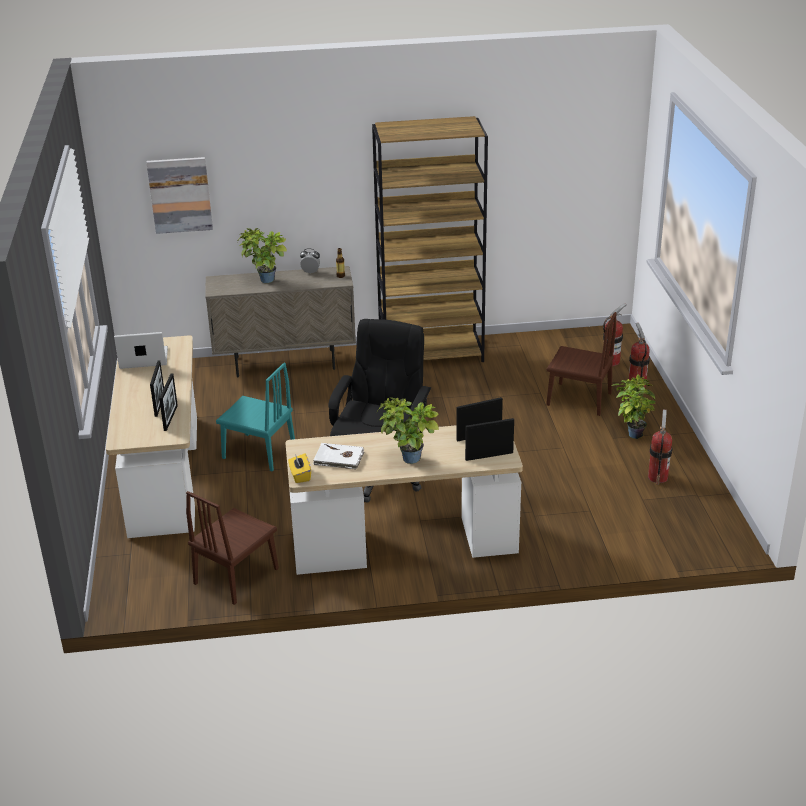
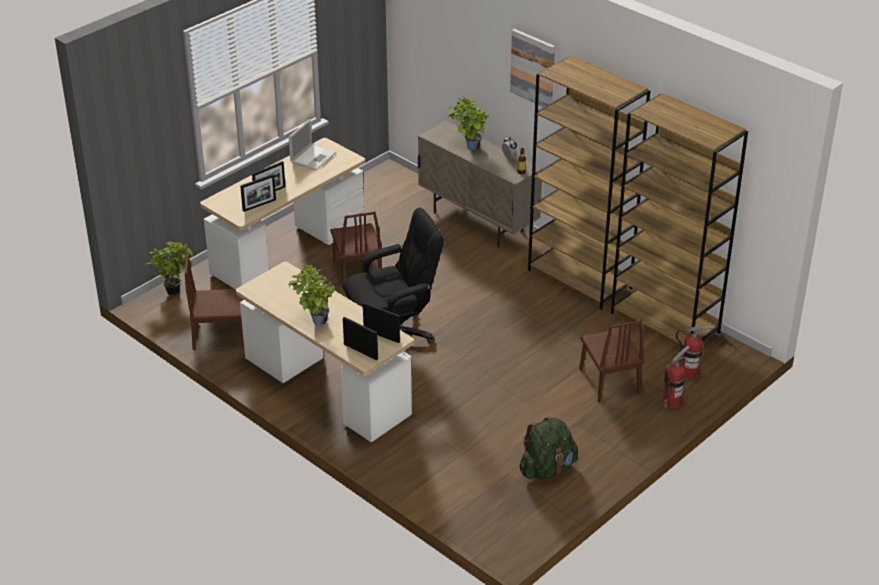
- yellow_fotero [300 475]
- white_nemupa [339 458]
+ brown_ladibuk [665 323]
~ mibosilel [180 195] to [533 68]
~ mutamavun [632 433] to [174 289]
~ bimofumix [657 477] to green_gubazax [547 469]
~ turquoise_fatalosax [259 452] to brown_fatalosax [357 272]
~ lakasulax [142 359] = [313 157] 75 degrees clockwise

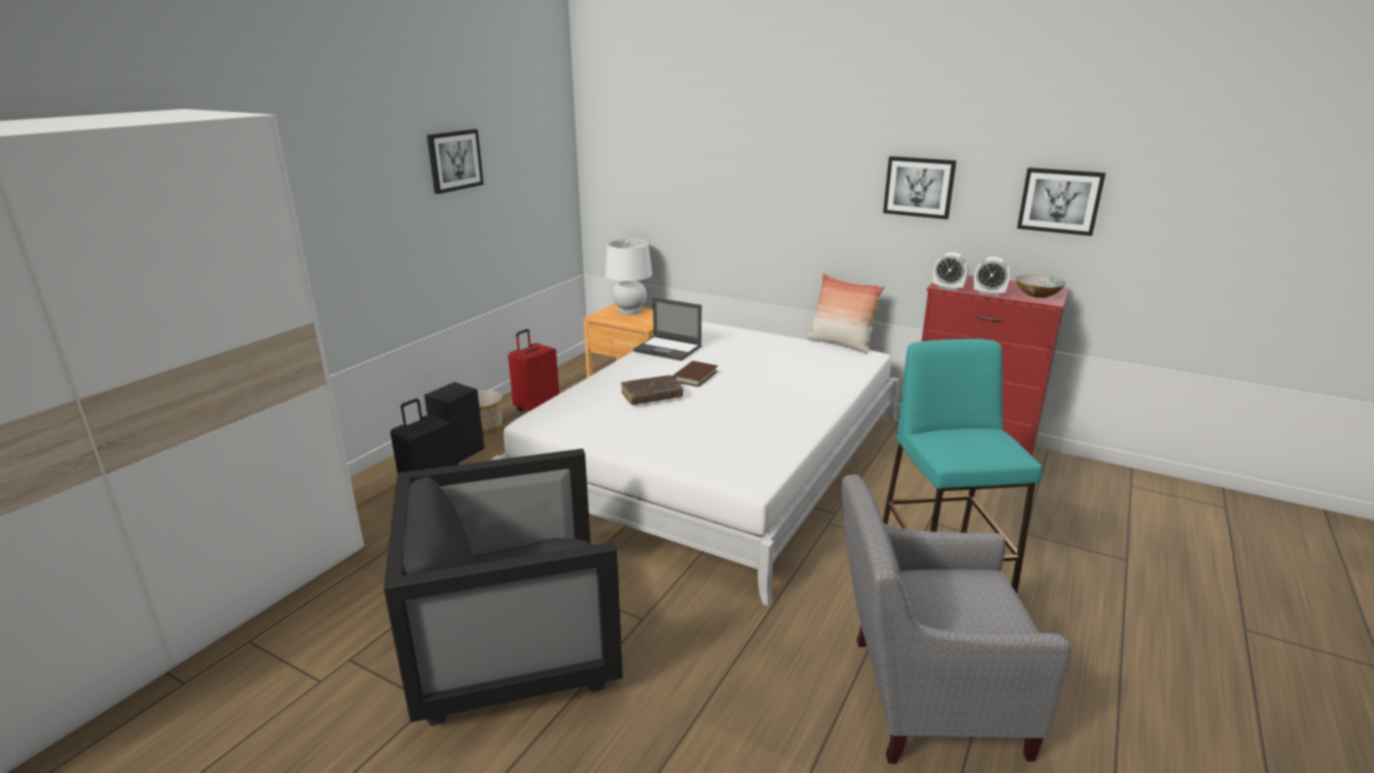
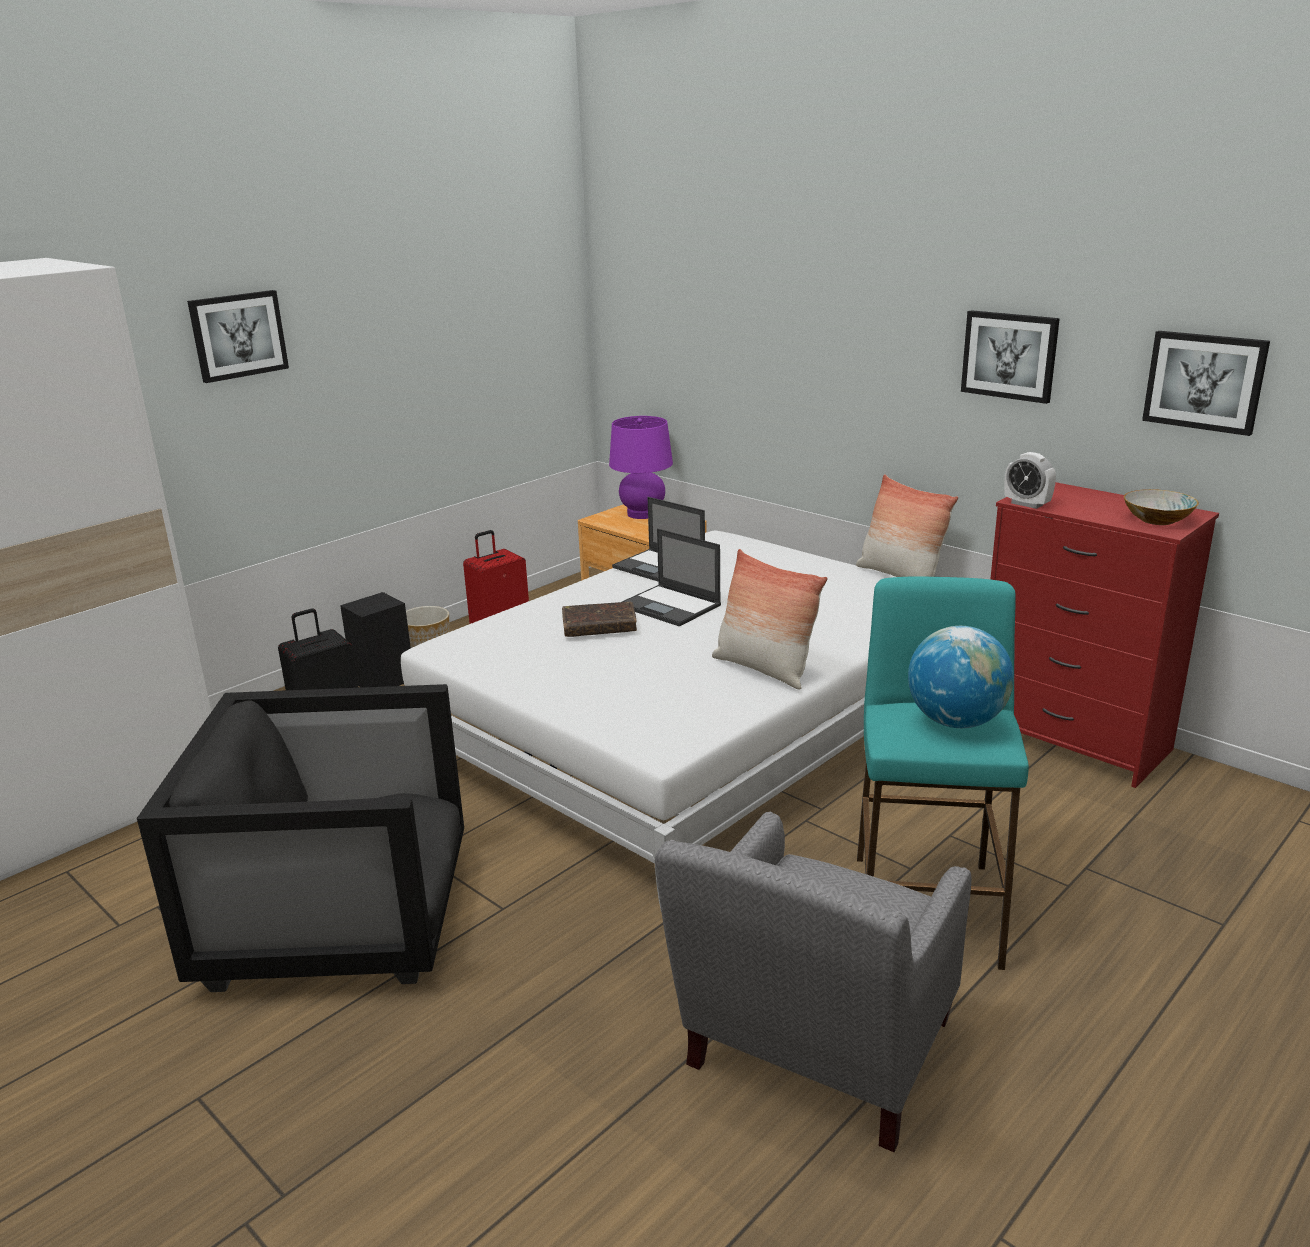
- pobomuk [988 293]
+ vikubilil [764 669]
+ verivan [955 722]
~ mibosilel [454 160] to [238 335]
~ brown_nemupa [695 376] to lakasulax [671 606]
~ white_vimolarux [629 311] to purple_vimolarux [642 514]
~ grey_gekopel [922 695] = [811 1055] 75 degrees counterclockwise

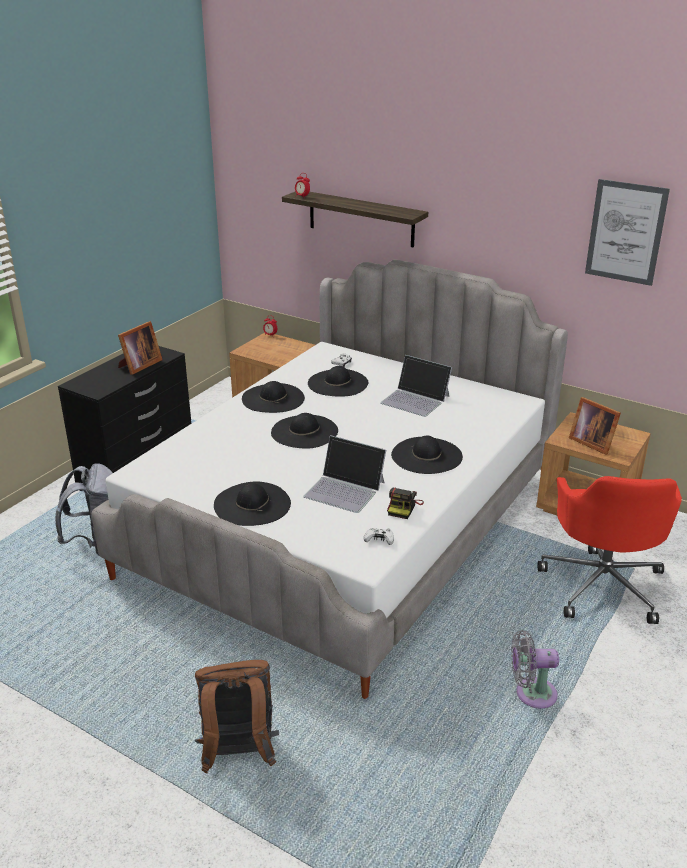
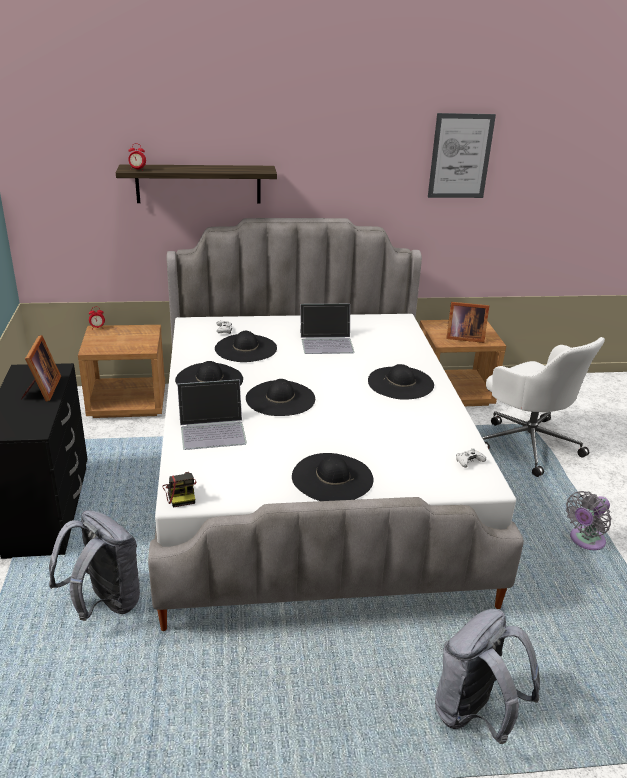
~ lakasulax [345 489] to [213 429]
~ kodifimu [404 507] to [181 493]
~ brown_gubazax [238 755] to grey_gubazax [475 715]
~ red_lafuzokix [603 584] to white_lafuzokix [527 443]

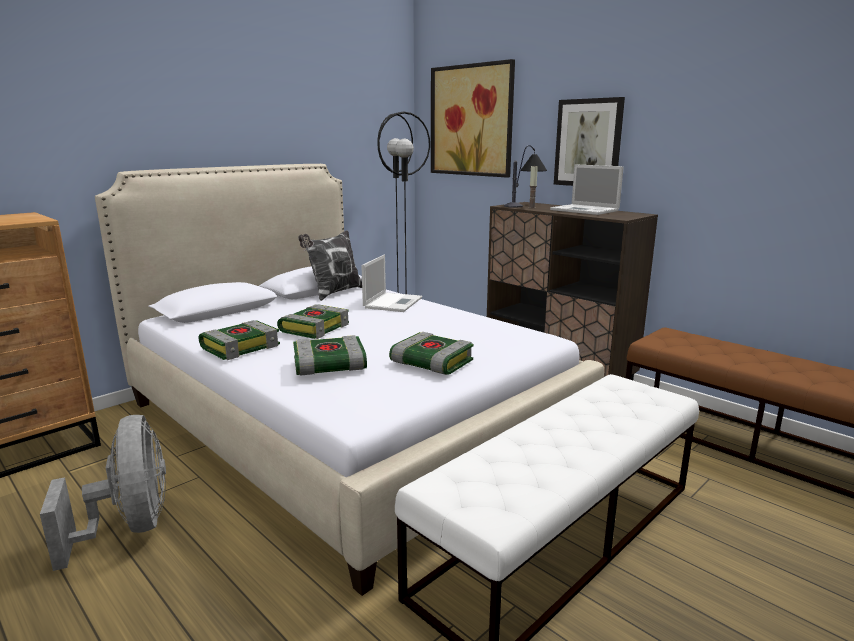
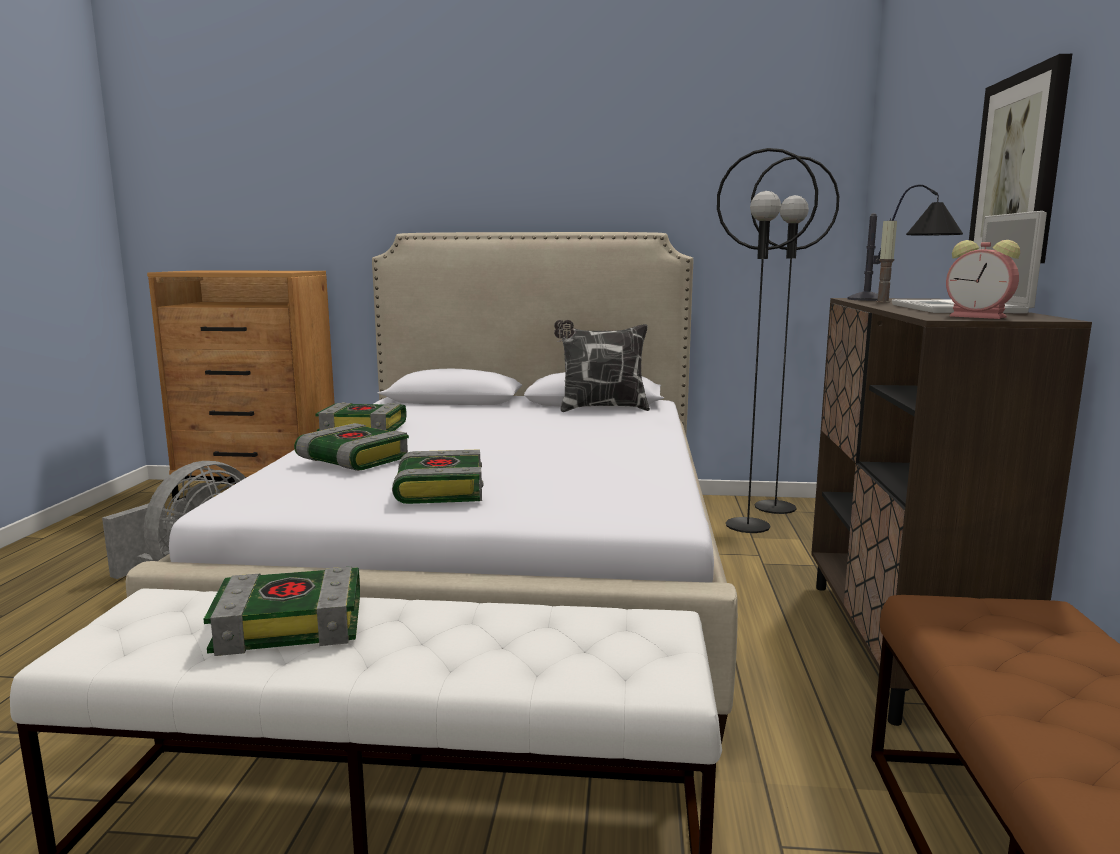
- lakasulax [393 302]
- mibosilel [471 121]
+ pobomuk [980 317]
~ nemupa [314 328] to [292 623]

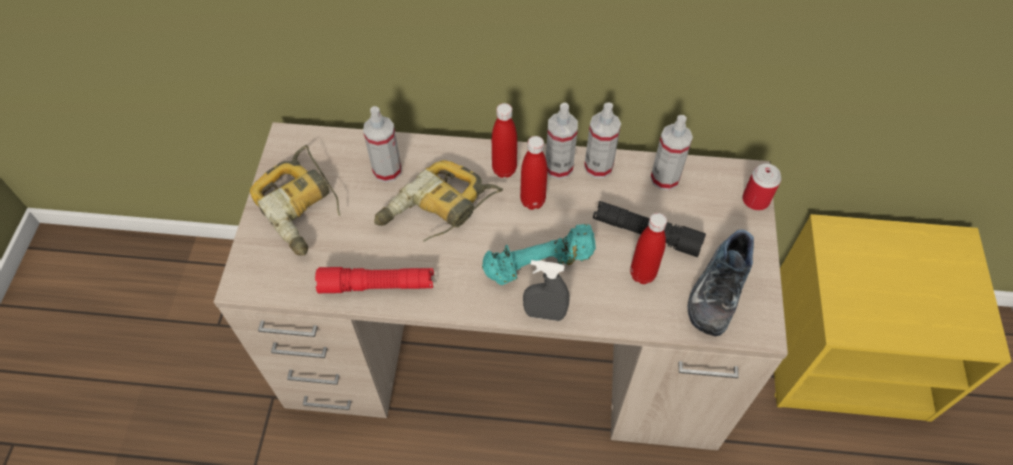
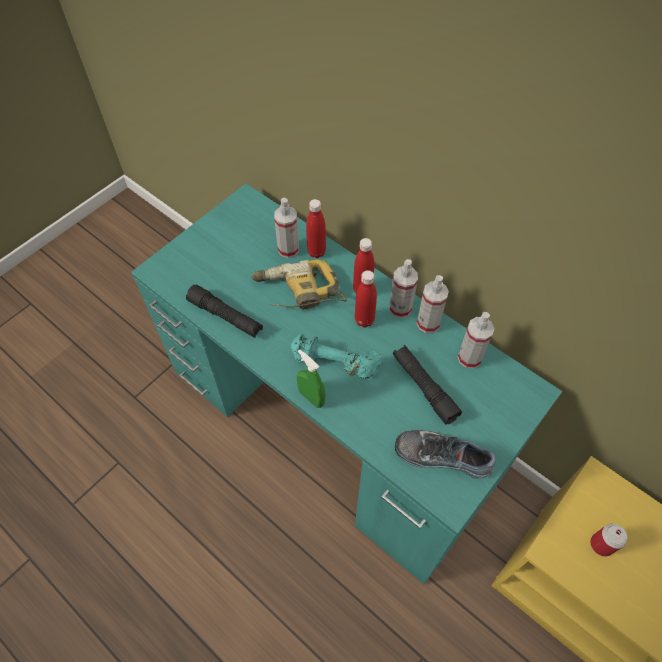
- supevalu [303 208]
~ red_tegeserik [642 274] to [316 252]
~ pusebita [755 200] to [601 544]
~ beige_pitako [508 348] to turquoise_pitako [333 422]
~ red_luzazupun [377 285] to black_luzazupun [225 316]
~ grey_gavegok [544 314] to green_gavegok [311 397]
~ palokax [716 288] = [443 455] 45 degrees clockwise

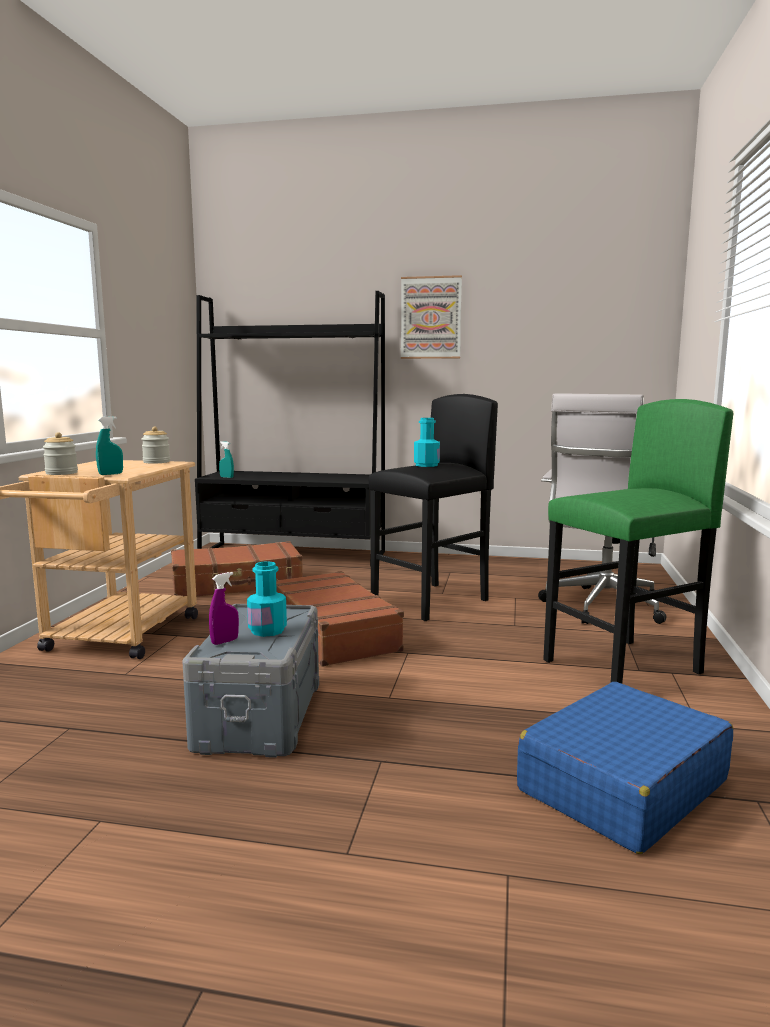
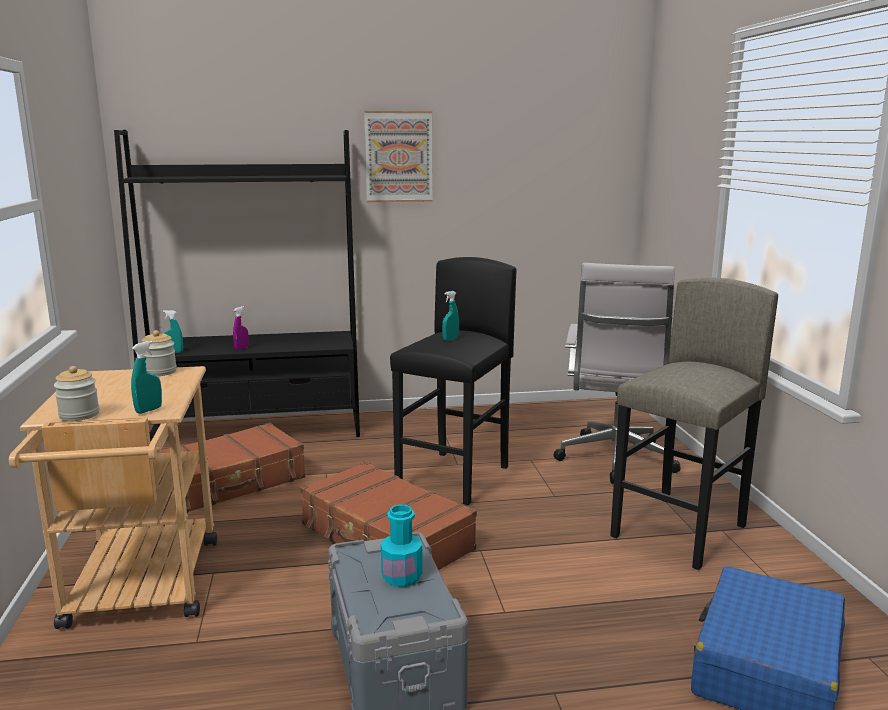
~ purple_gavegok [225 641] to [241 348]
~ turquoise_tegeserik [426 465] to turquoise_gavegok [450 339]
~ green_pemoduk [623 667] to grey_pemoduk [680 531]

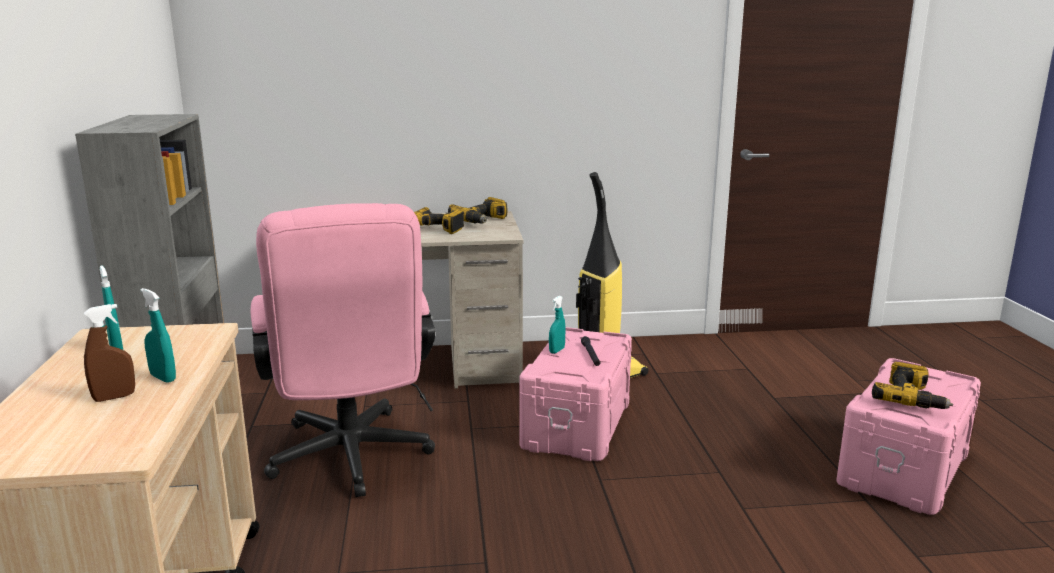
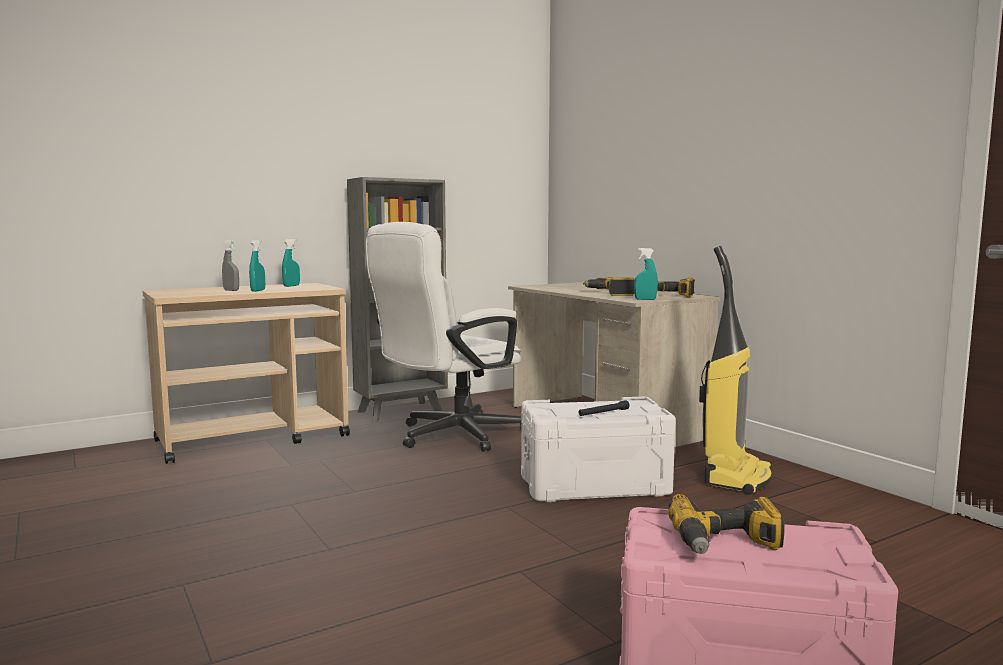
~ turquoise_gavegok [557 350] to [645 299]
~ brown_gavegok [114 397] to grey_gavegok [231 290]
~ pink_lafuzokix [351 461] to white_lafuzokix [449 436]
~ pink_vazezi [578 425] to white_vazezi [594 485]

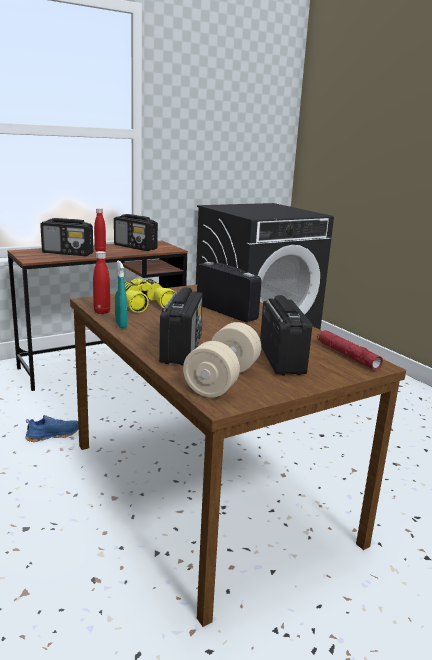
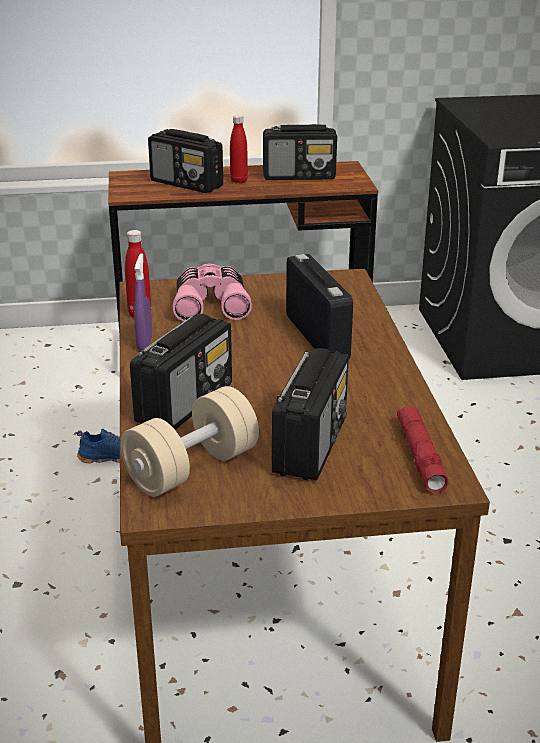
~ turquoise_gavegok [121 325] to purple_gavegok [144 343]
~ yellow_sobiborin [144 303] to pink_sobiborin [211 304]
~ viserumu [135 247] = [300 176] 60 degrees counterclockwise

